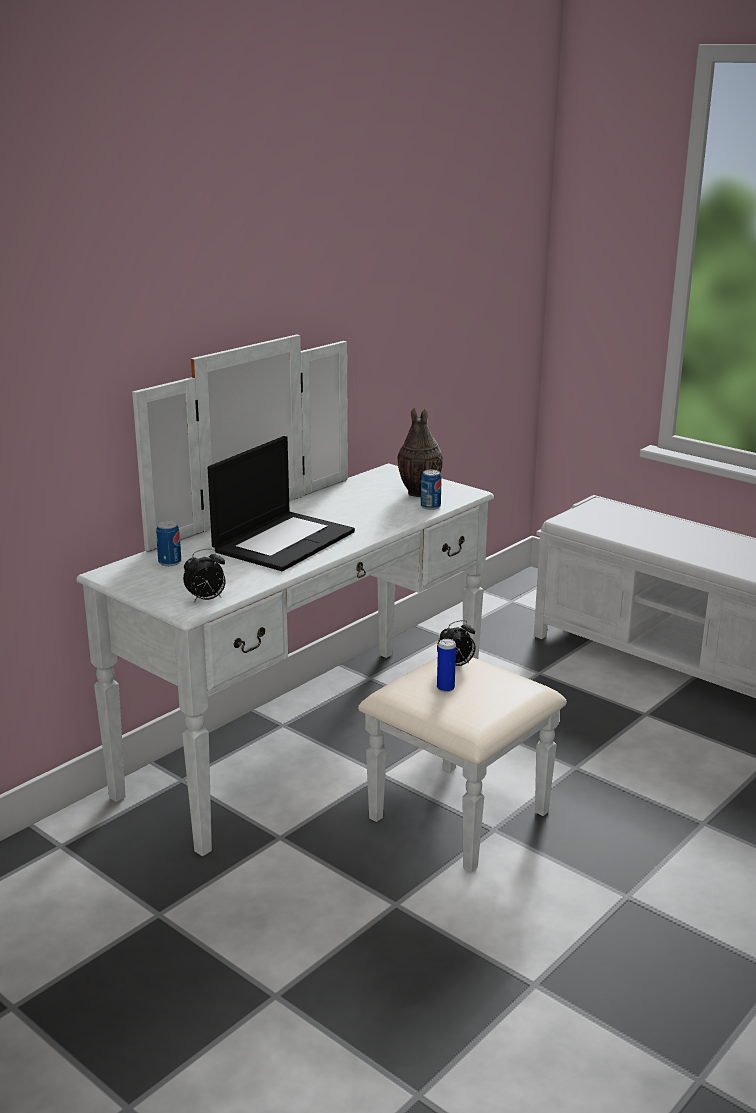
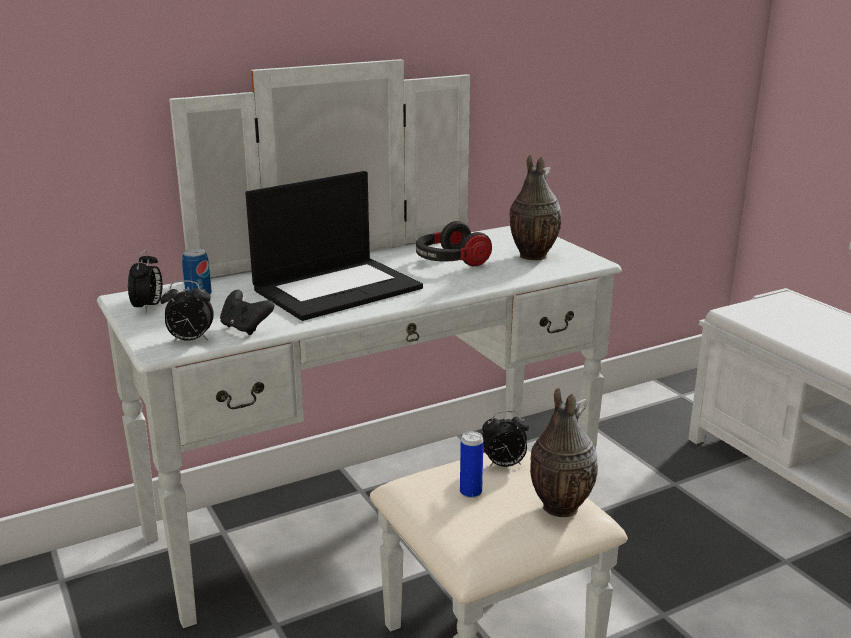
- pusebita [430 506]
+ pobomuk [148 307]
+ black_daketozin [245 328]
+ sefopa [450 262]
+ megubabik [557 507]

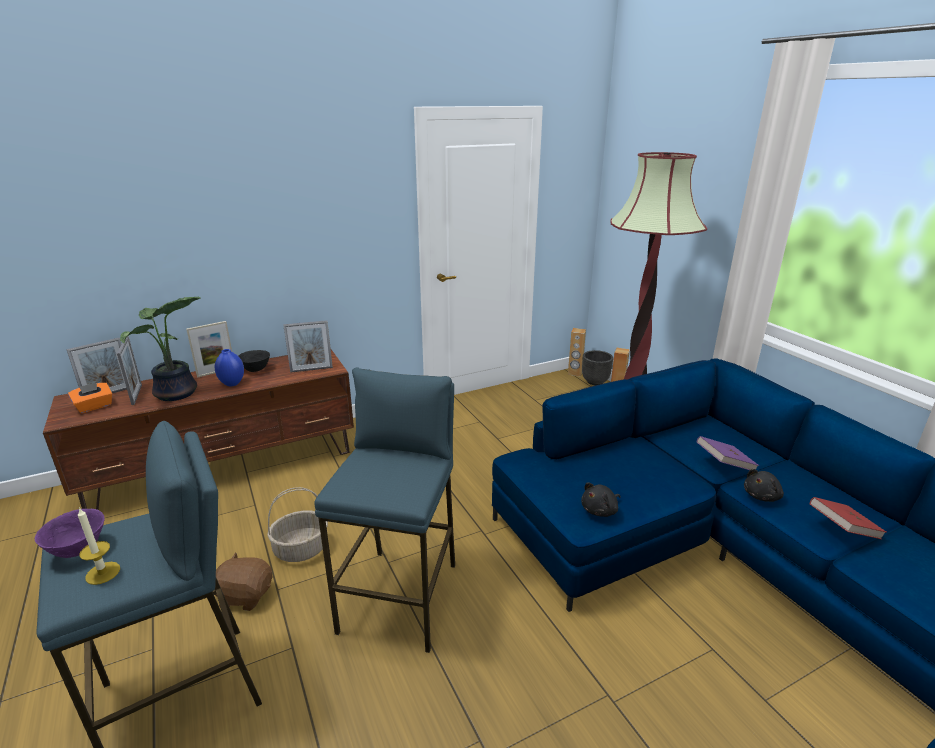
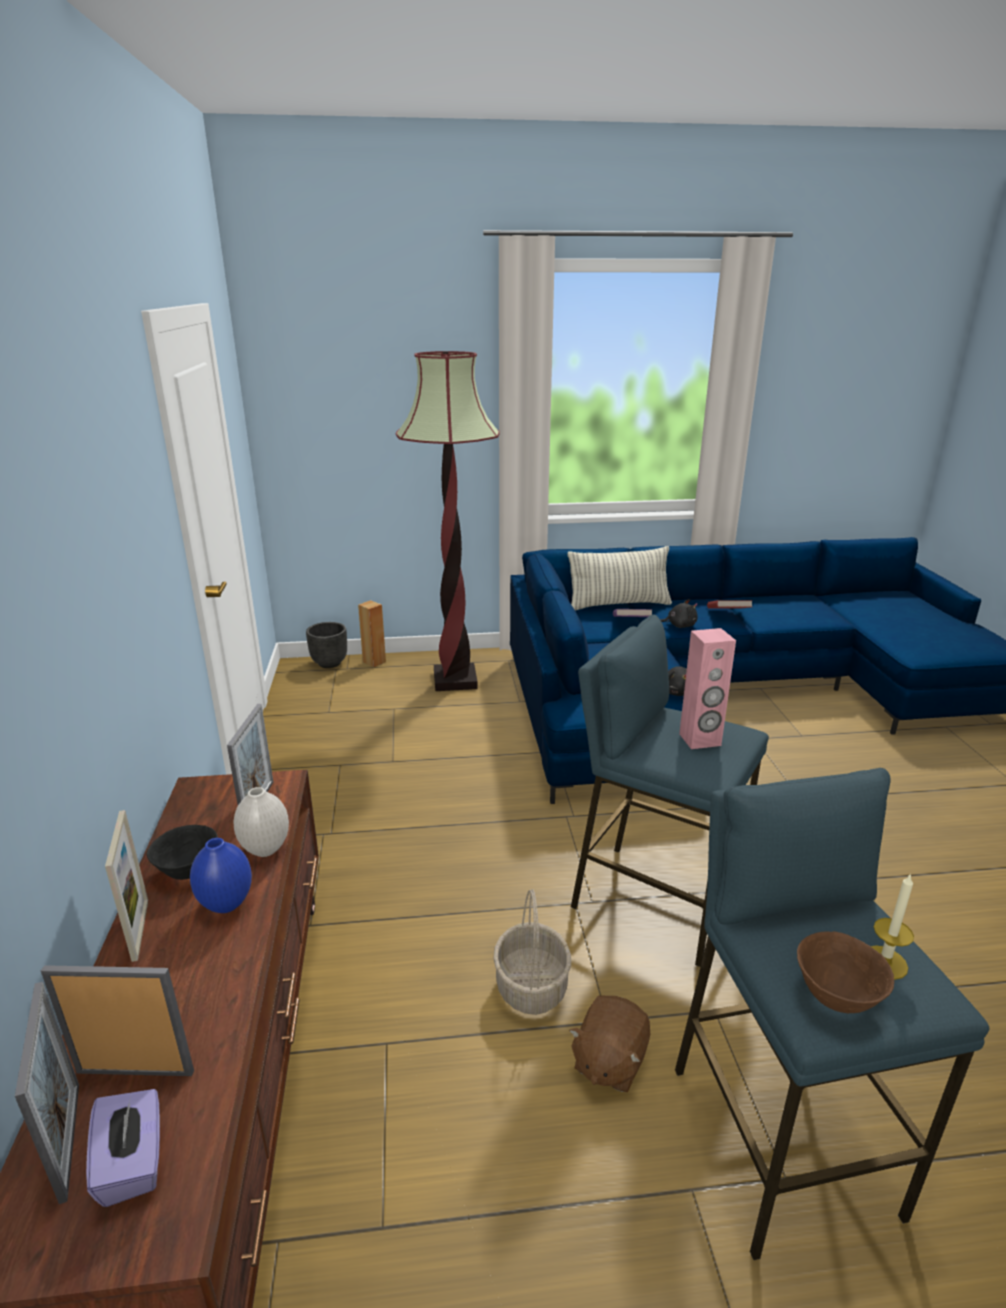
- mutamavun [177 394]
- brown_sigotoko [575 373]
+ white_megubabik [265 850]
+ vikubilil [618 605]
+ pink_sigotoko [700 740]
~ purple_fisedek [79 549] to brown_fisedek [836 996]
~ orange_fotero [94 407] to purple_fotero [133 1163]
~ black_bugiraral [762 496] = [679 626] 75 degrees counterclockwise

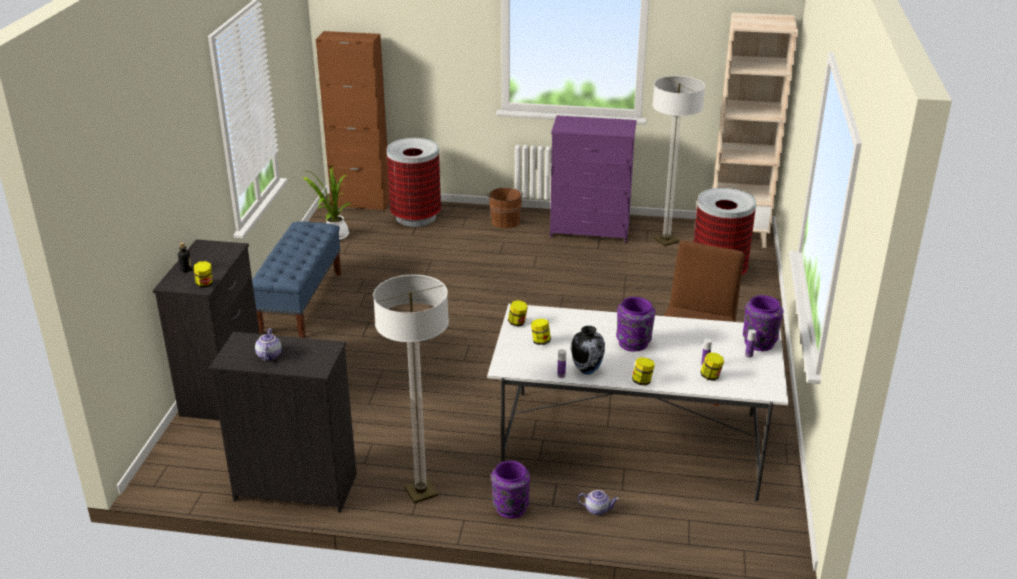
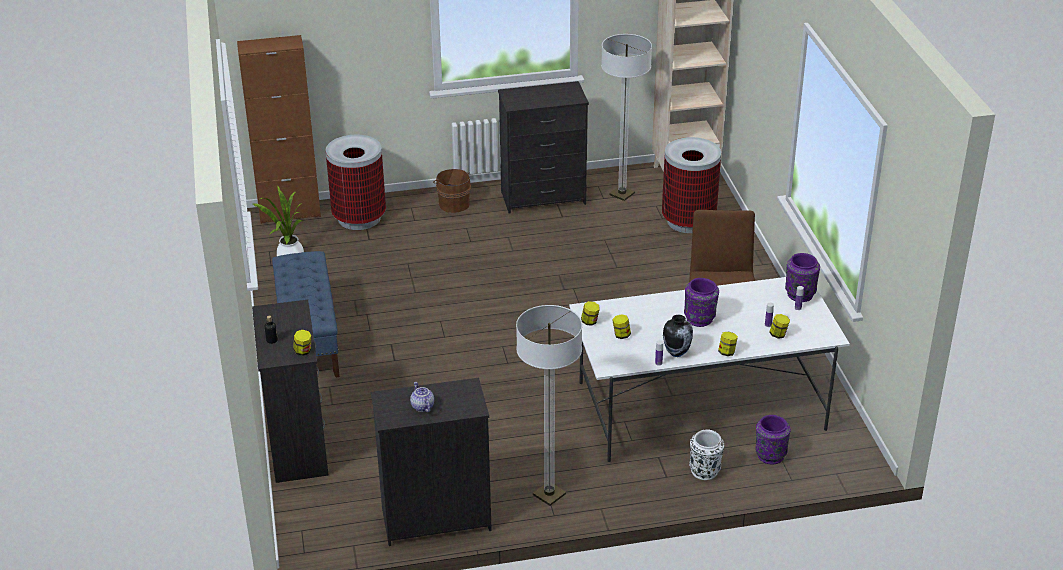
~ purple_megubabik [510 507] to [770 455]
~ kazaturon [597 509] to white_megubabik [704 470]
~ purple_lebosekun [590 231] to black_lebosekun [544 198]

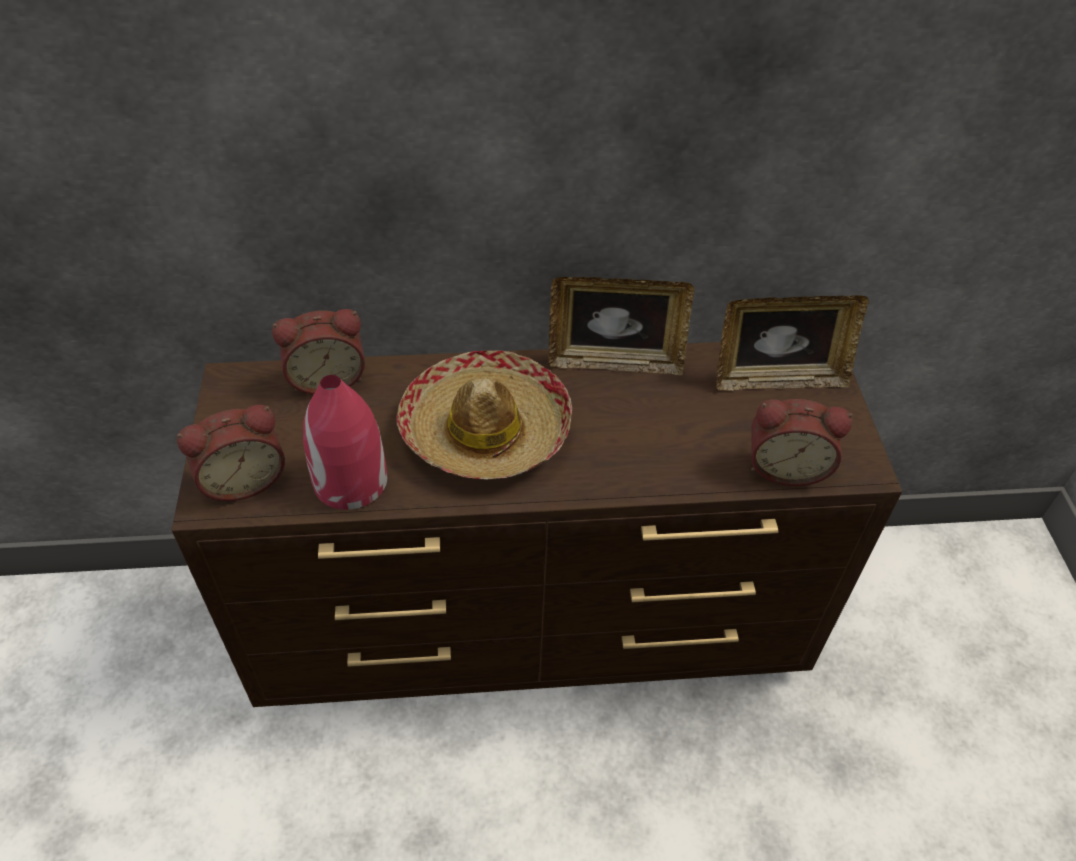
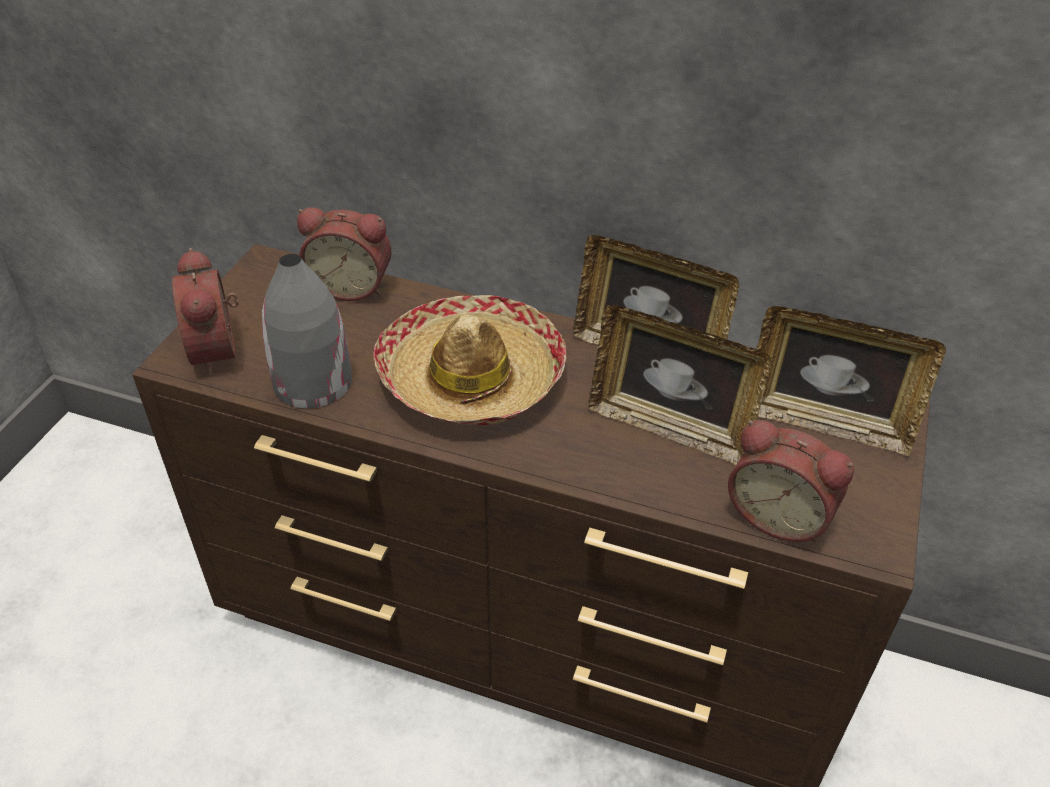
+ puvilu [669 427]
~ red_megubabik [350 481] to grey_megubabik [312 382]
~ pobomuk [243 478] = [220 350] 75 degrees clockwise

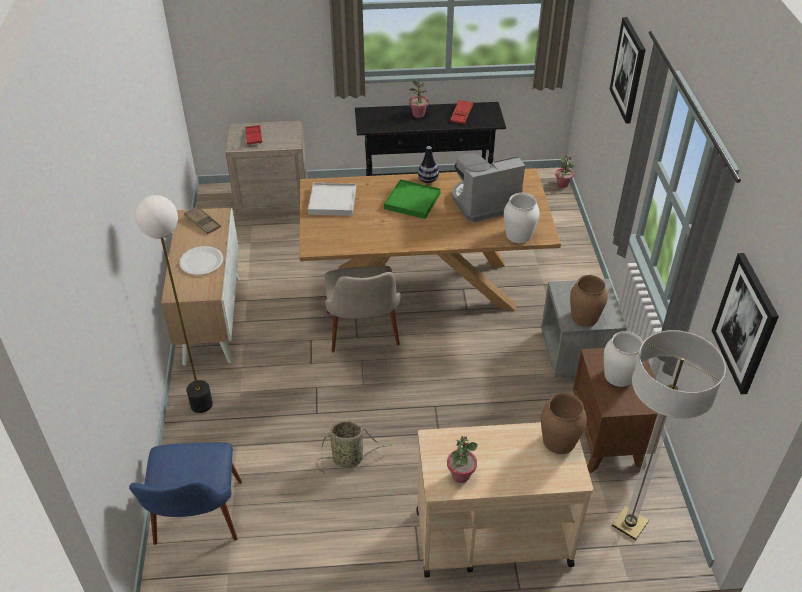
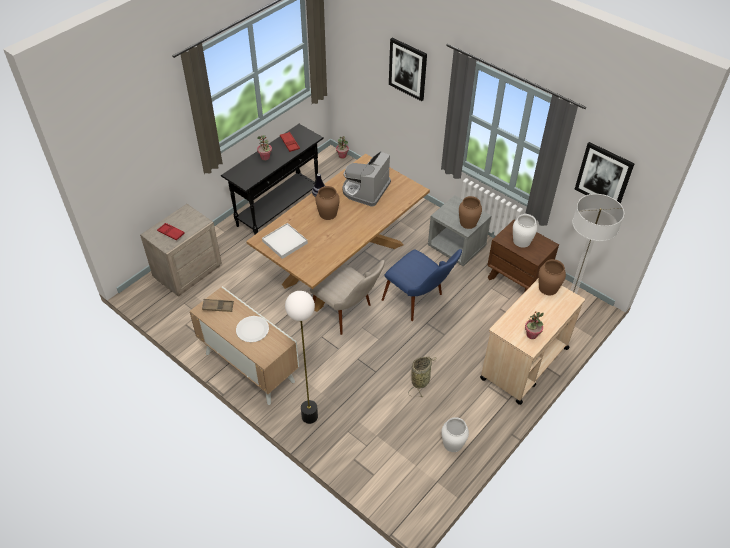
~ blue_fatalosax [197 527] to [419 302]
~ white_megubabik [519 234] to [452 443]
~ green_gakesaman [412 201] to brown_megubabik [328 213]

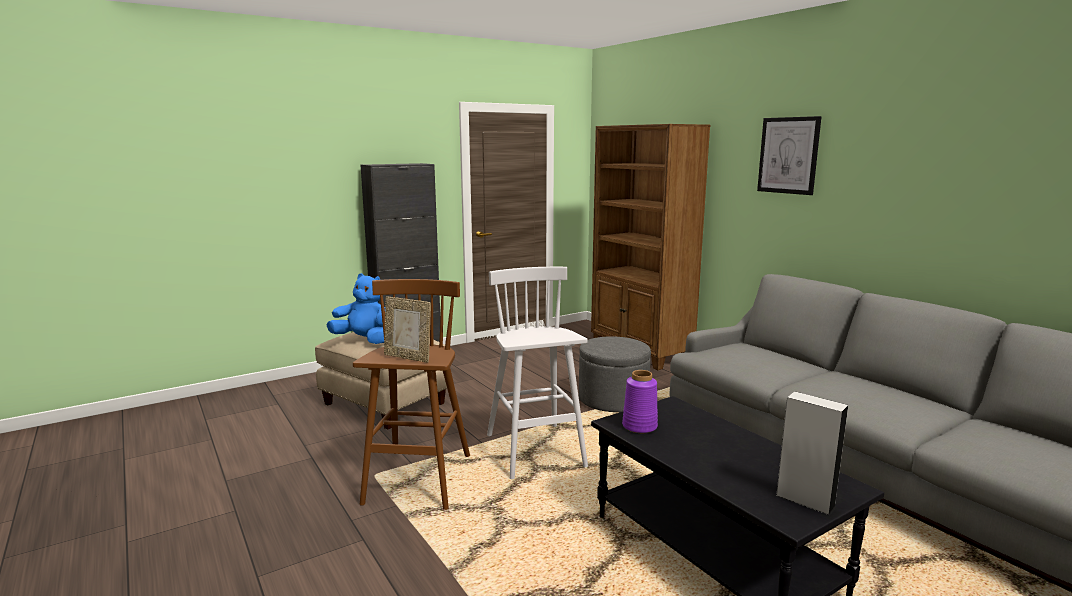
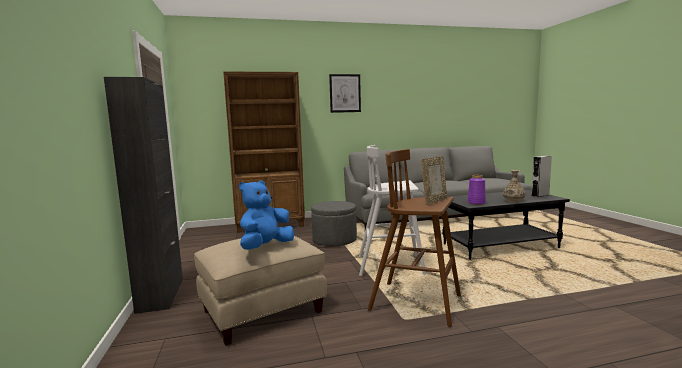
+ megubabik [513 201]

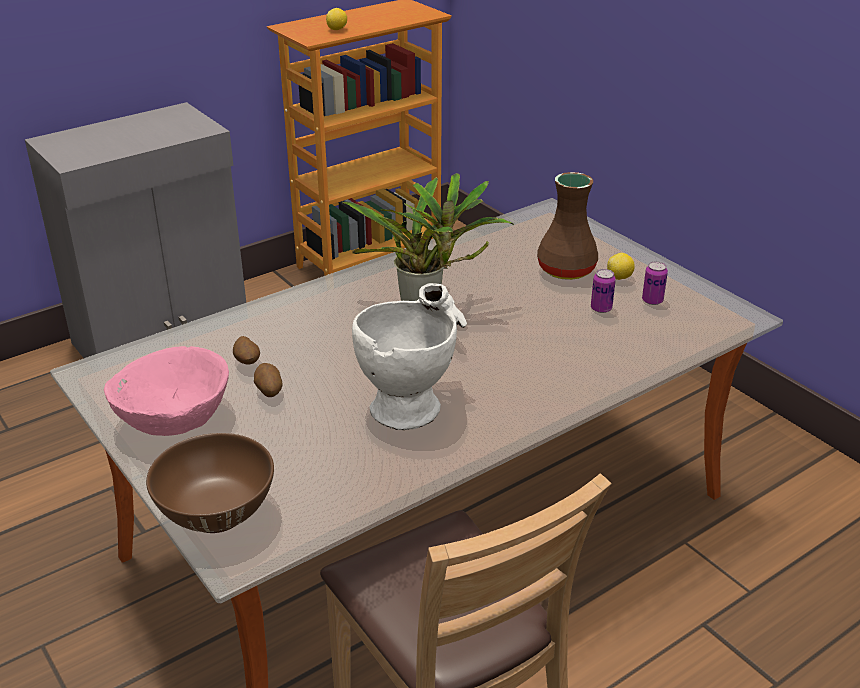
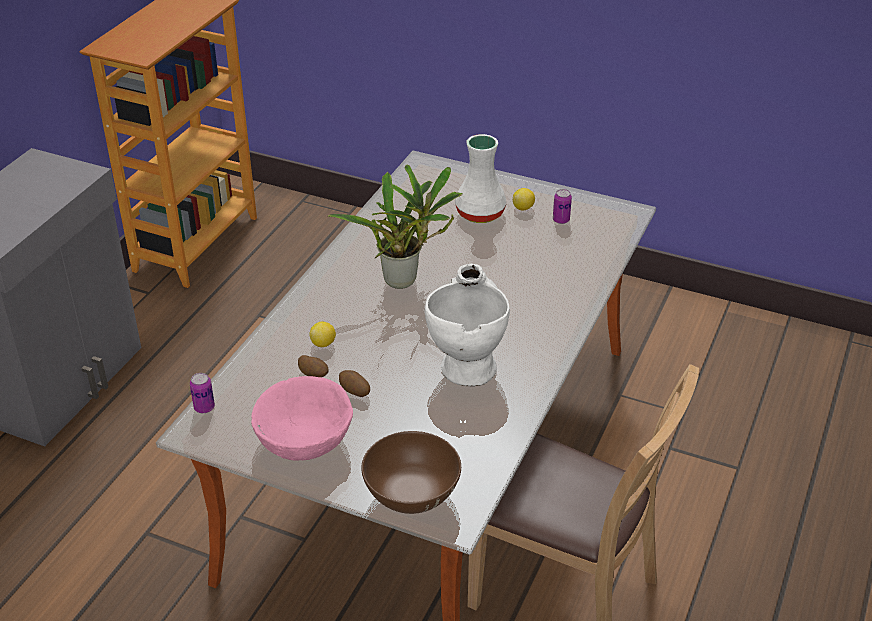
~ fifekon [337 29] to [323 344]
~ pusebita [601 308] to [204 407]
~ brown_megubabik [565 269] to white_megubabik [479 213]

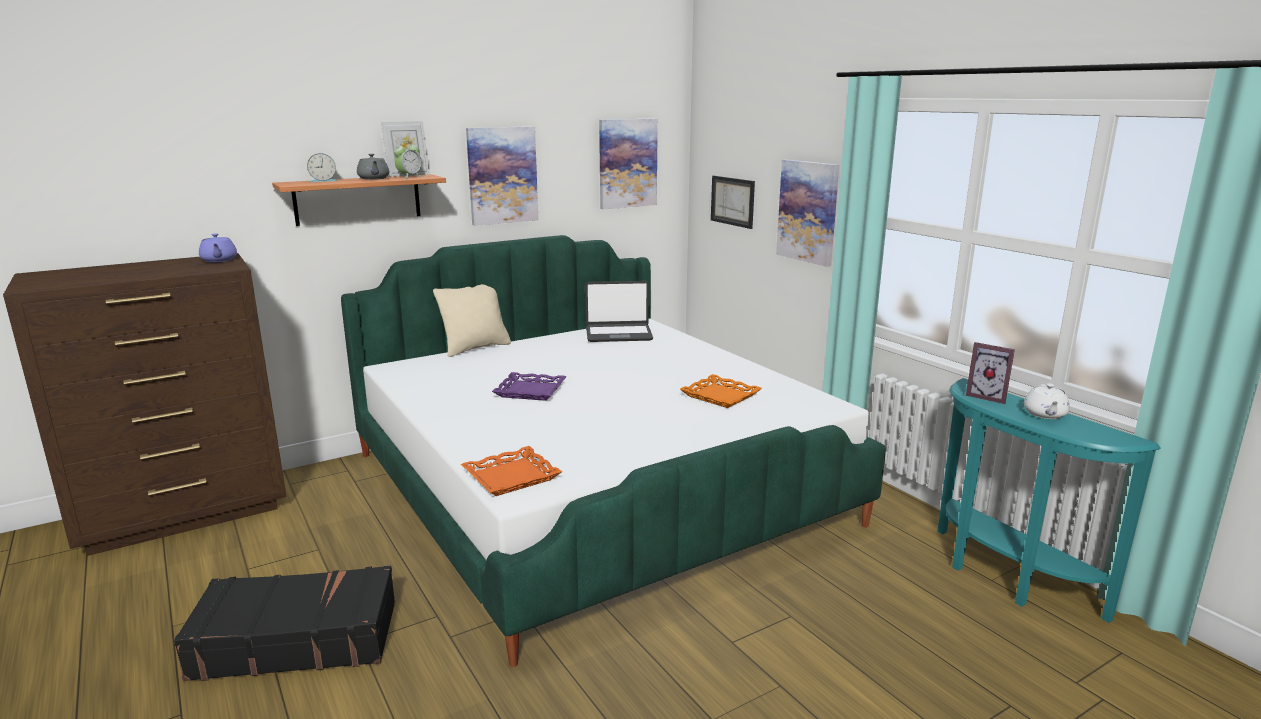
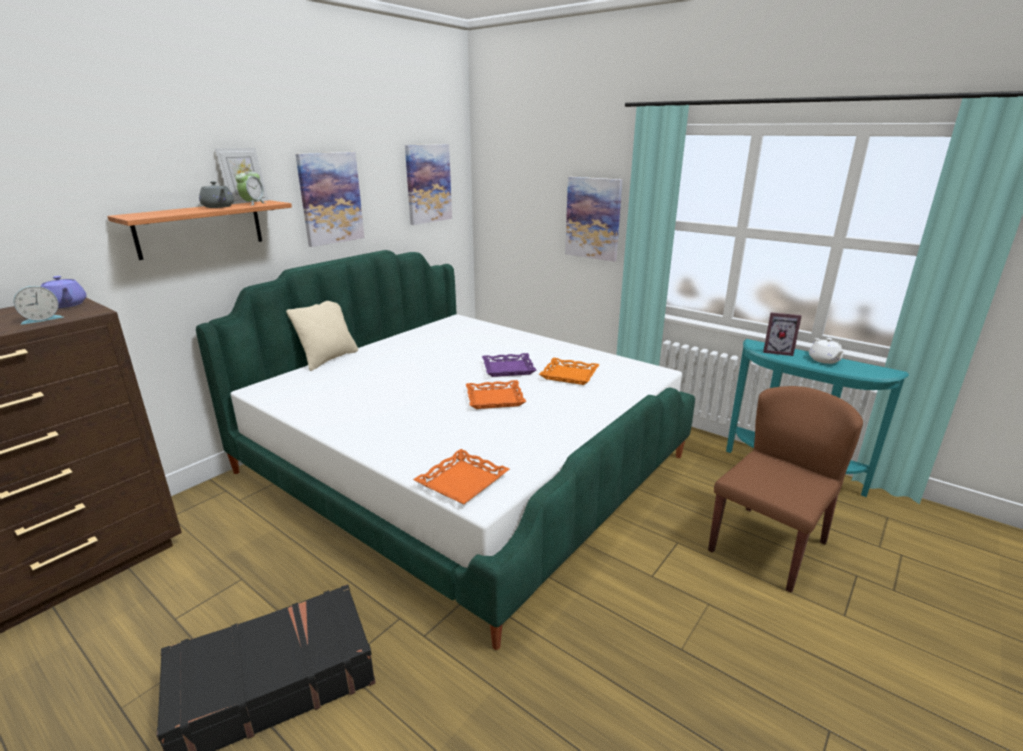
- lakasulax [618 334]
- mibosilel [732 201]
+ orange_gakesaman [495 398]
+ brown_fatalosax [767 545]
~ pobomuk [323 181] to [41 319]
~ purple_gakesaman [530 391] to [508 368]

